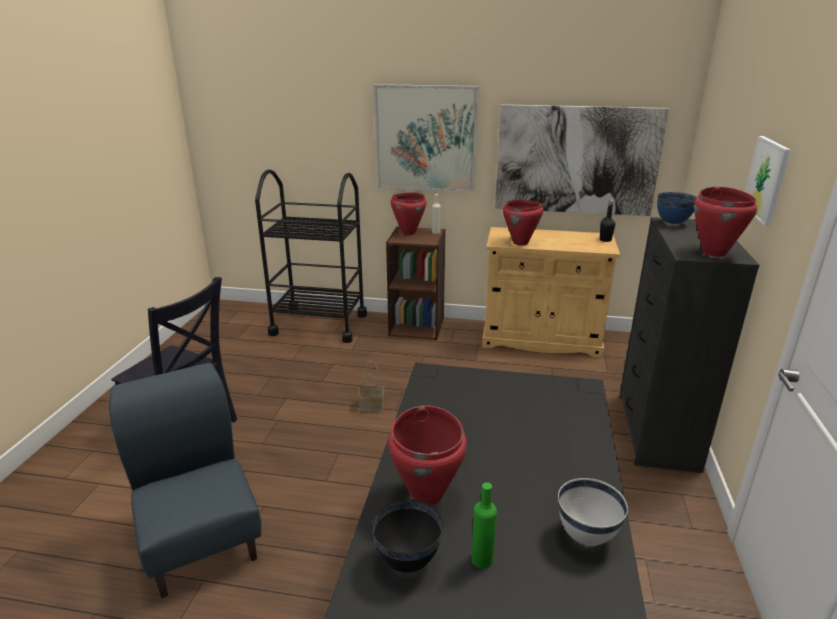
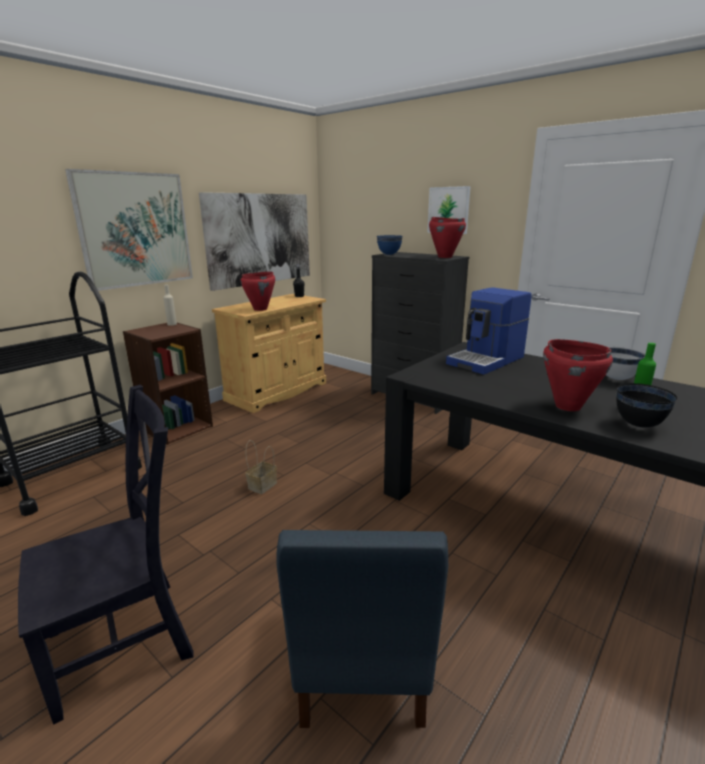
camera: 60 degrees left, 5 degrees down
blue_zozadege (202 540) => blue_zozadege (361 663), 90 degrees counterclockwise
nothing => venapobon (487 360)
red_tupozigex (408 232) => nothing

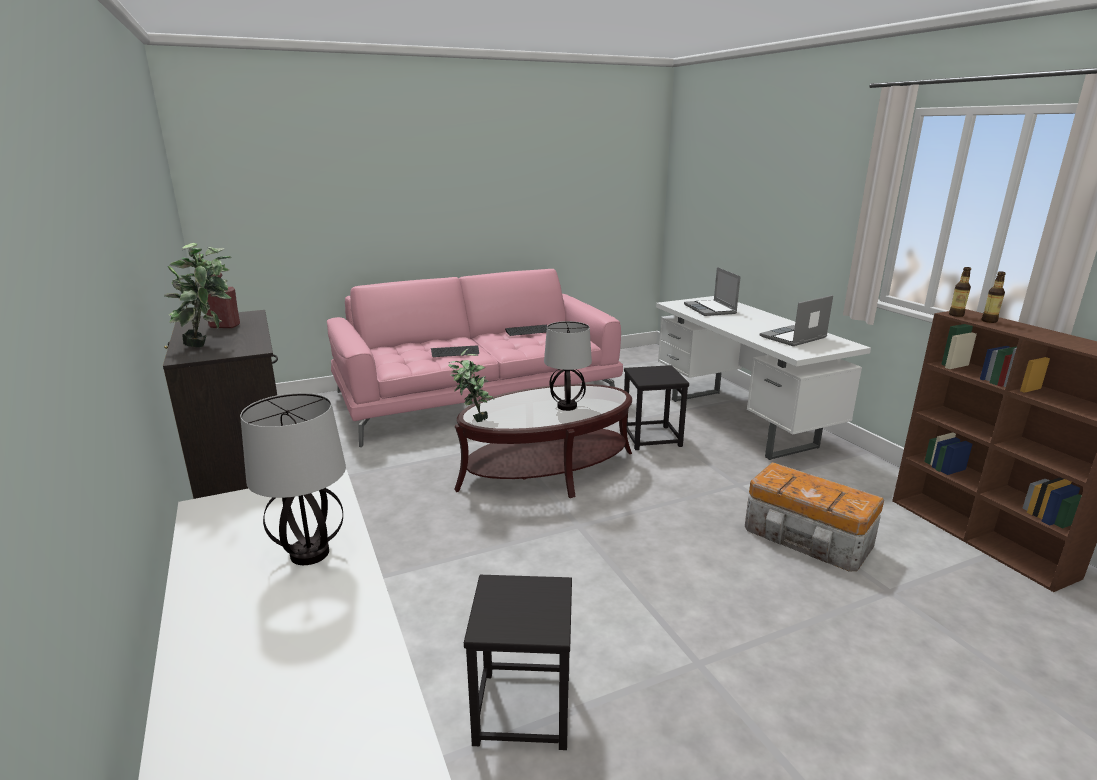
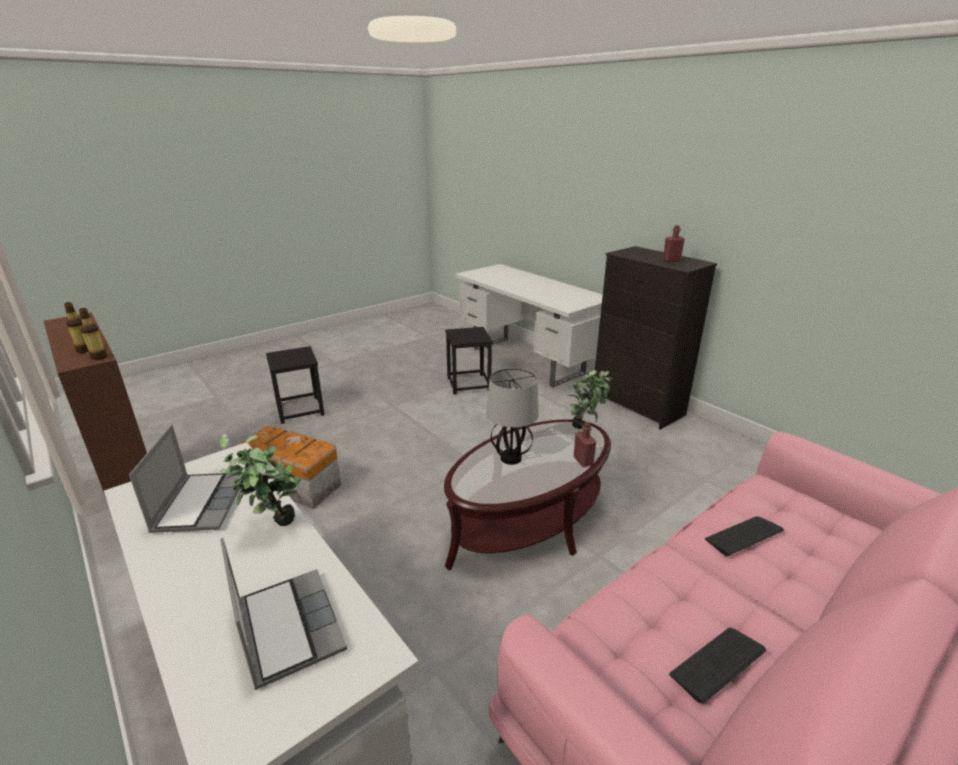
camera: 165 degrees right, 5 degrees up
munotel (793 337) => munotel (200 503), 45 degrees counterclockwise
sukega (210 345) => sukega (272 527), moved
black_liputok (651 437) => black_liputok (300 410), moved
nothing => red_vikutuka (583 461)
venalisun (311 553) => nothing

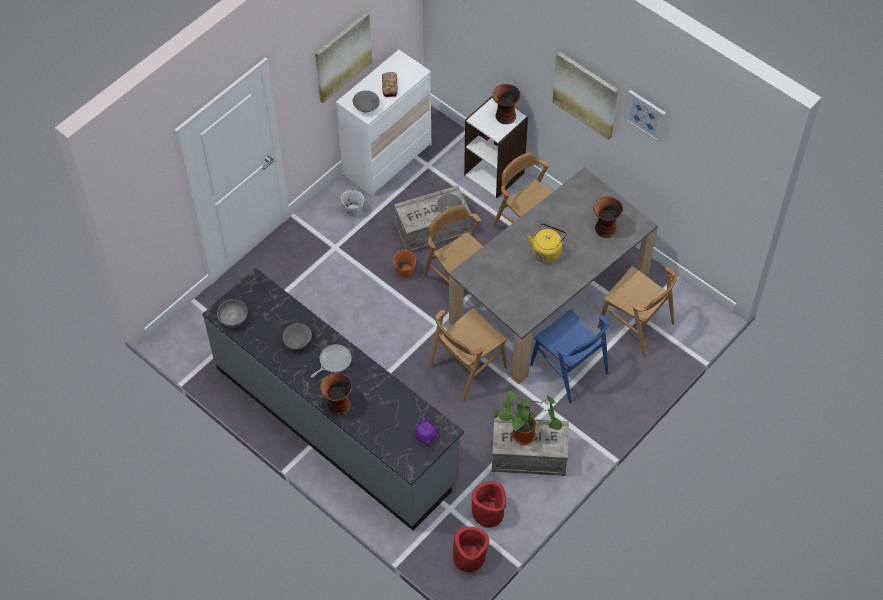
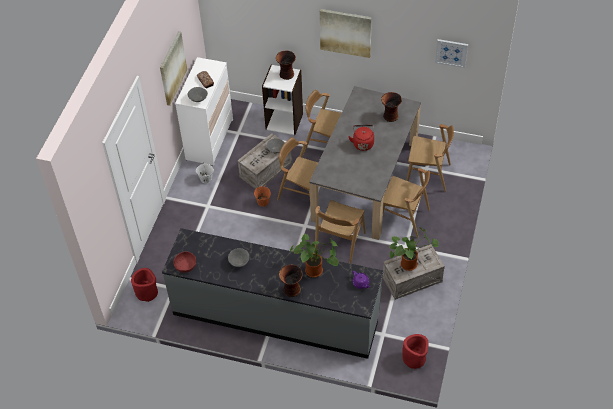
camera: 25 degrees left, 5 degrees down
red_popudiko (489 513) => red_popudiko (147 292), moved
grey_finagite (233 318) => red_finagite (185 266)
nothing => sukega (316 270)
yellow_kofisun (546 251) => red_kofisun (363 143)
blue_zozadege (569 369) => brown_zozadege (404 217)
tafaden (645 115) => tafaden (451 52), moved
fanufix (333 361) => nothing

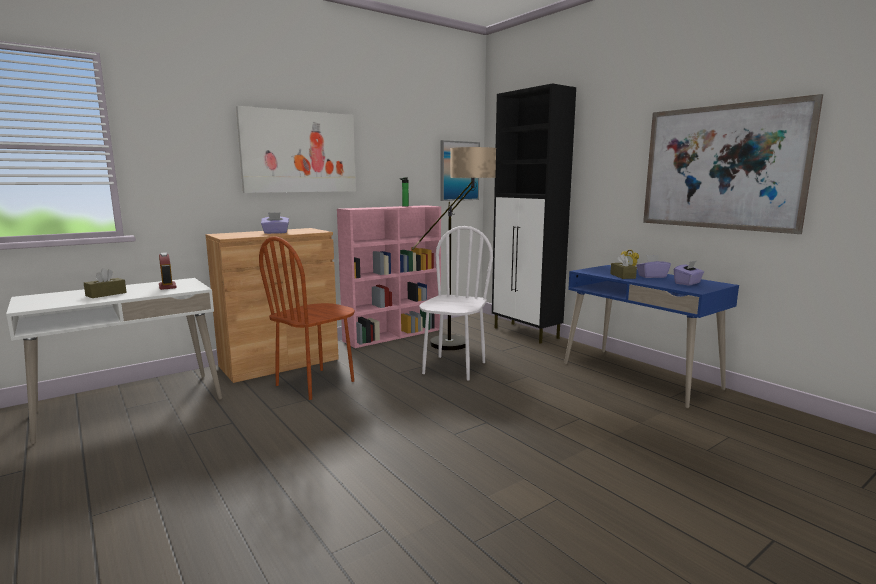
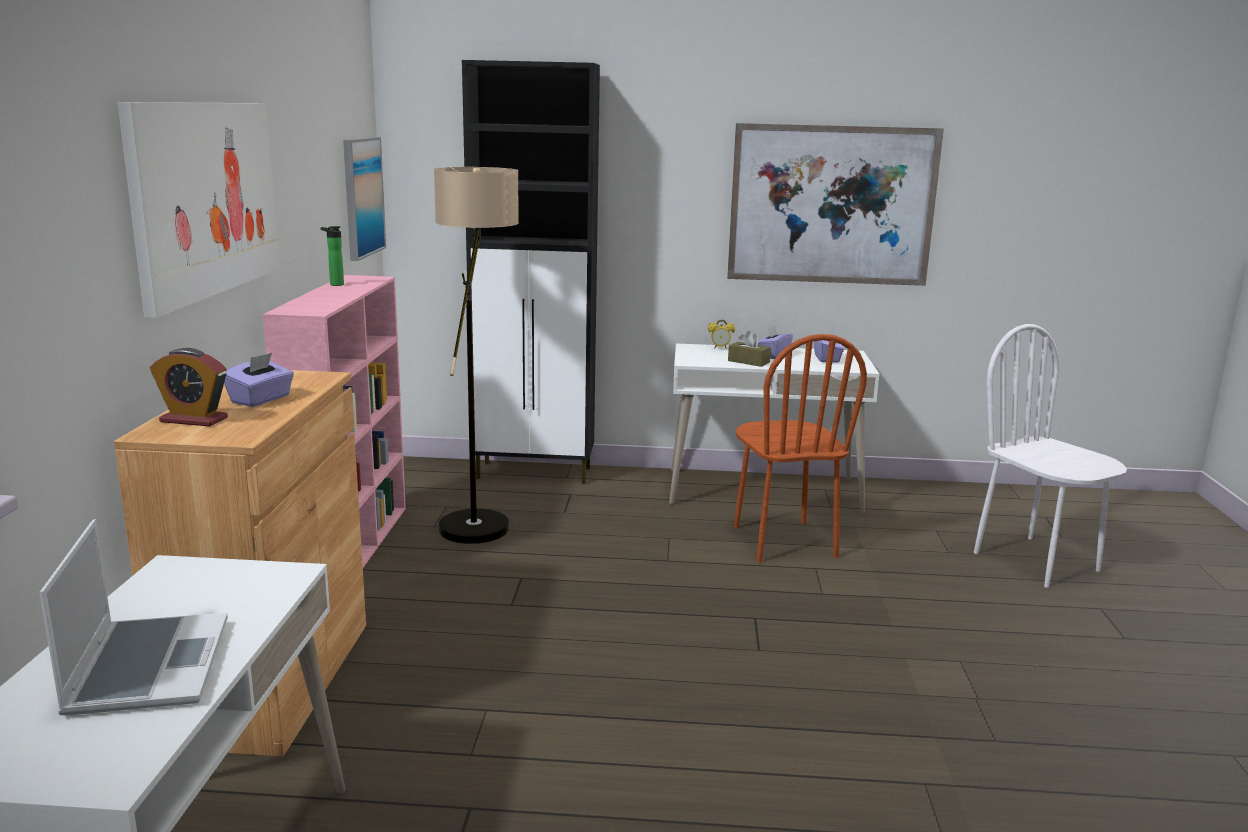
camera: 50 degrees left, 5 degrees up
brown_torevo (106 294) => munotel (147 665)
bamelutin (167 286) => bamelutin (194 420), moved
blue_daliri (639 376) => white_daliri (763 491)
brown_zozadege (315 383) => brown_zozadege (783 542), moved
white_zozadege (453 368) => white_zozadege (1036 561), moved

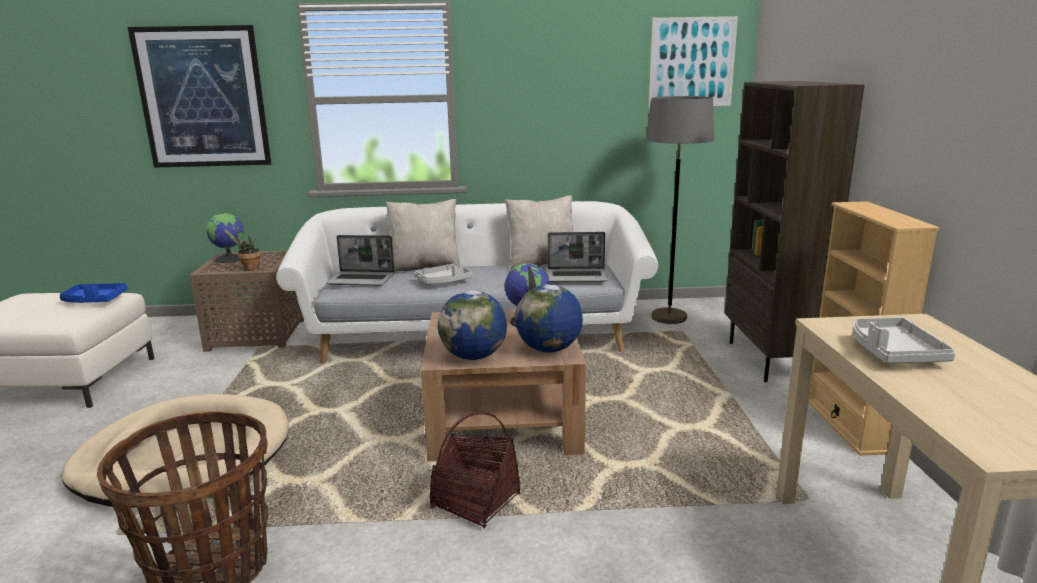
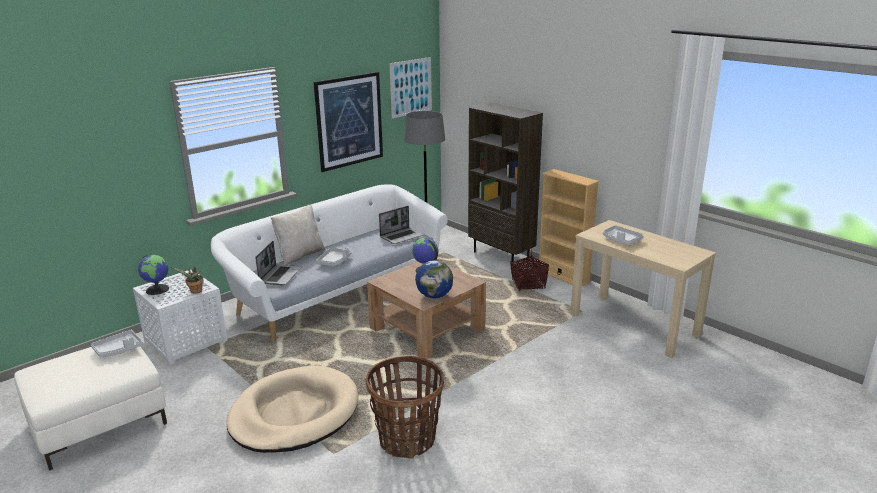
camera: 40 degrees left, 5 degrees up
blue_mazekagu (94 300) => grey_mazekagu (119 349)
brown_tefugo (258 334) => white_tefugo (186 340)
munotel (362 280) => munotel (280 275), 45 degrees counterclockwise
tafaden (203 98) => tafaden (349 121), moved
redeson (476 502) => redeson (528 284), moved
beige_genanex (541 263) => nothing
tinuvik (549 349) => nothing

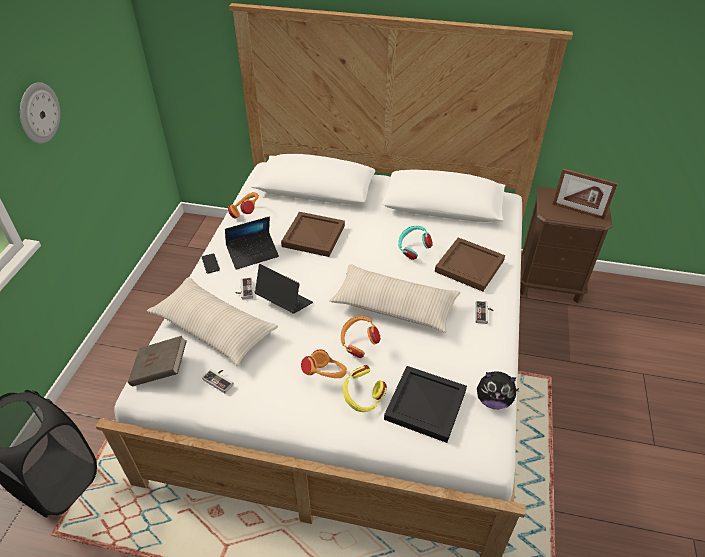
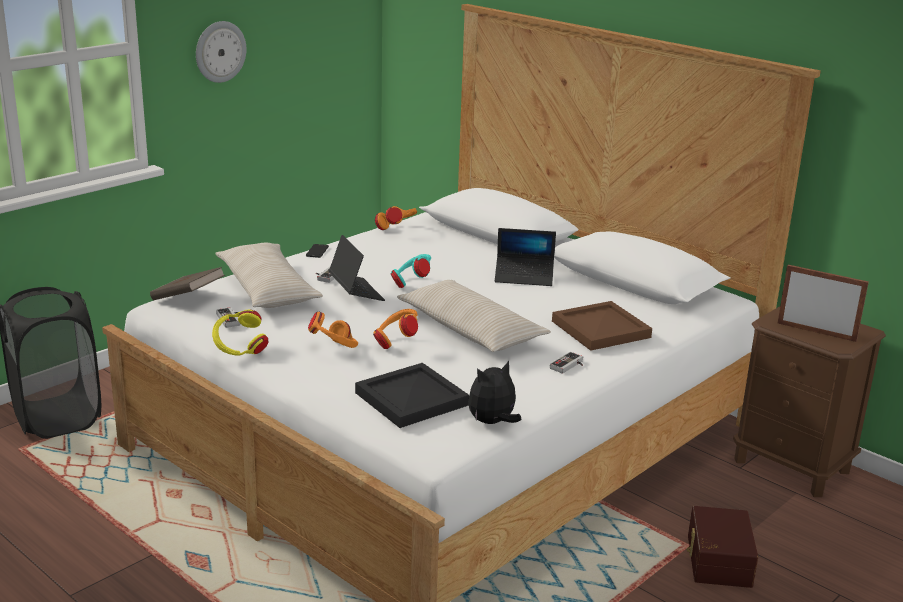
camera: 30 degrees right, 20 degrees down
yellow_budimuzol (362 399) => yellow_budimuzol (240 350), moved
turquoise_budimuzol (413 250) => turquoise_budimuzol (411 283), moved
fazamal (493 400) => fazamal (492 423), 105 degrees clockwise
munotel (253 254) => munotel (524 277), moved
nothing => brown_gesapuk (717 560)
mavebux (578 211) => mavebux (816 331), 150 degrees clockwise
brown_mazekagu (312 236) => nothing

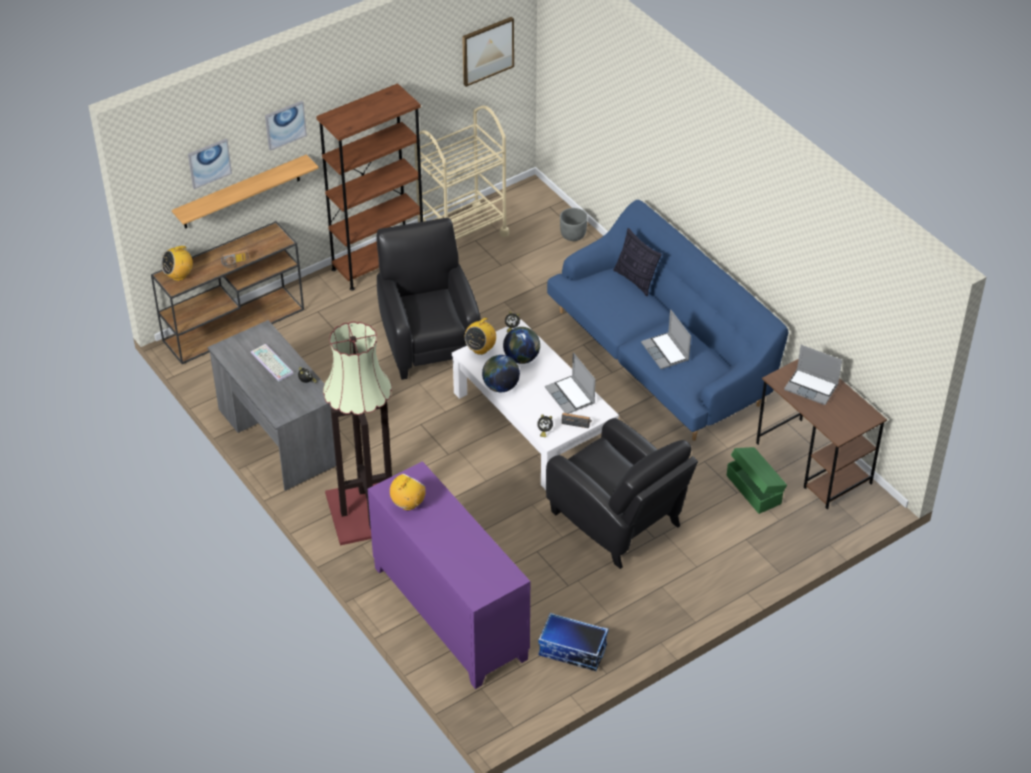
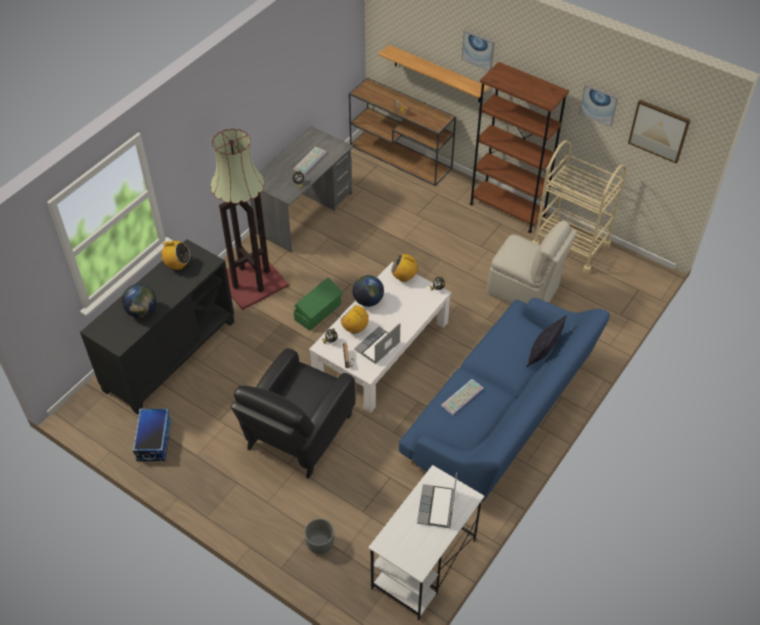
camera: 70 degrees right, 5 degrees up
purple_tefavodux (449 613) => black_tefavodux (170 355)
tinuvik (521 358) => tinuvik (142 311), moved
green_gesapuk (754 489) => green_gesapuk (318 312), moved
grey_popudiko (573 235) => grey_popudiko (320 544), moved
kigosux (179 275) => kigosux (355 328), moved
brown_daliri (814 464) => white_daliri (423 564)
munotel (666 352) => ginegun (462 398)
nothing => beige_zozadege (524 291)
tafaden (209 163) => tafaden (599 105), moved
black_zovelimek (428 339) => nothing

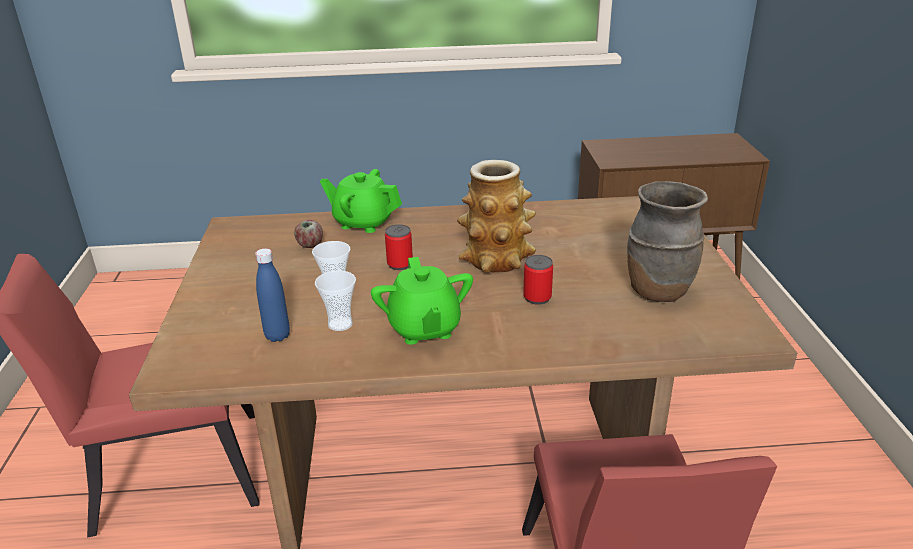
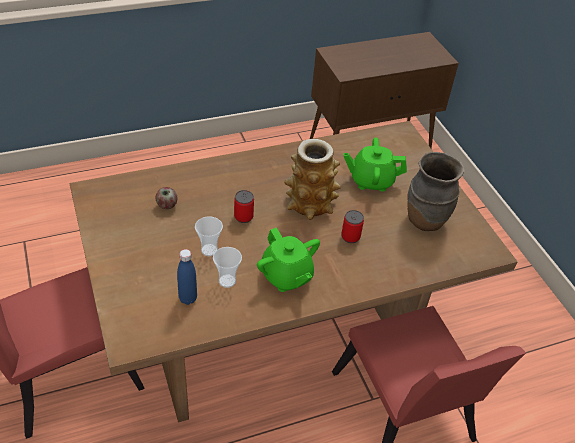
camera: 20 degrees left, 15 degrees up
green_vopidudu (363 222) => green_vopidudu (371 181), moved

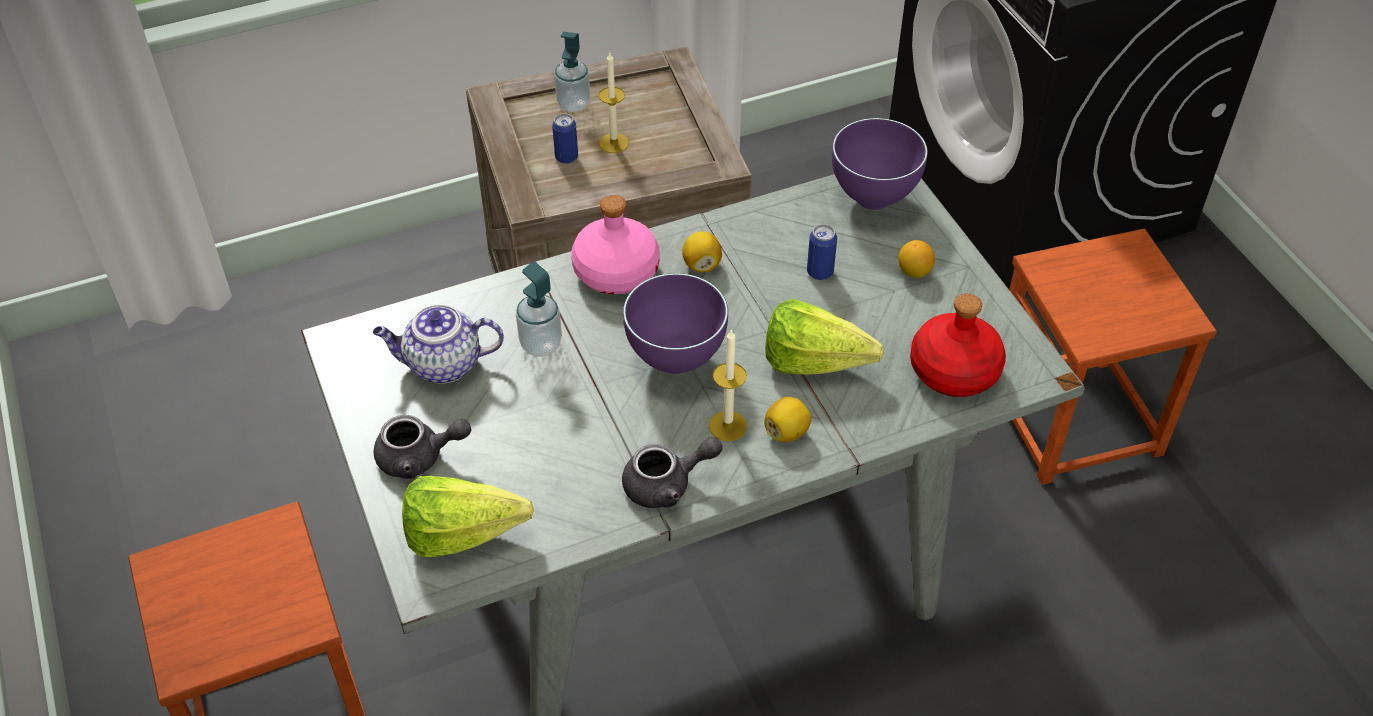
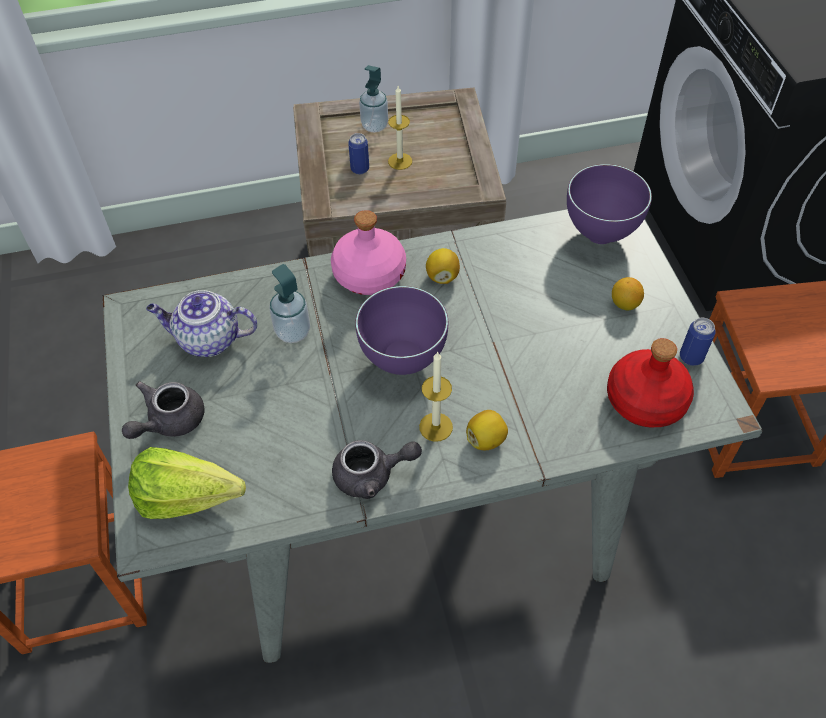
camera: 10 degrees right, 5 degrees up
grey_vopidudu (419 457) => grey_vopidudu (169 421), 120 degrees clockwise
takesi (820 272) => takesi (691 357), moved
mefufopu (822 366) => nothing

